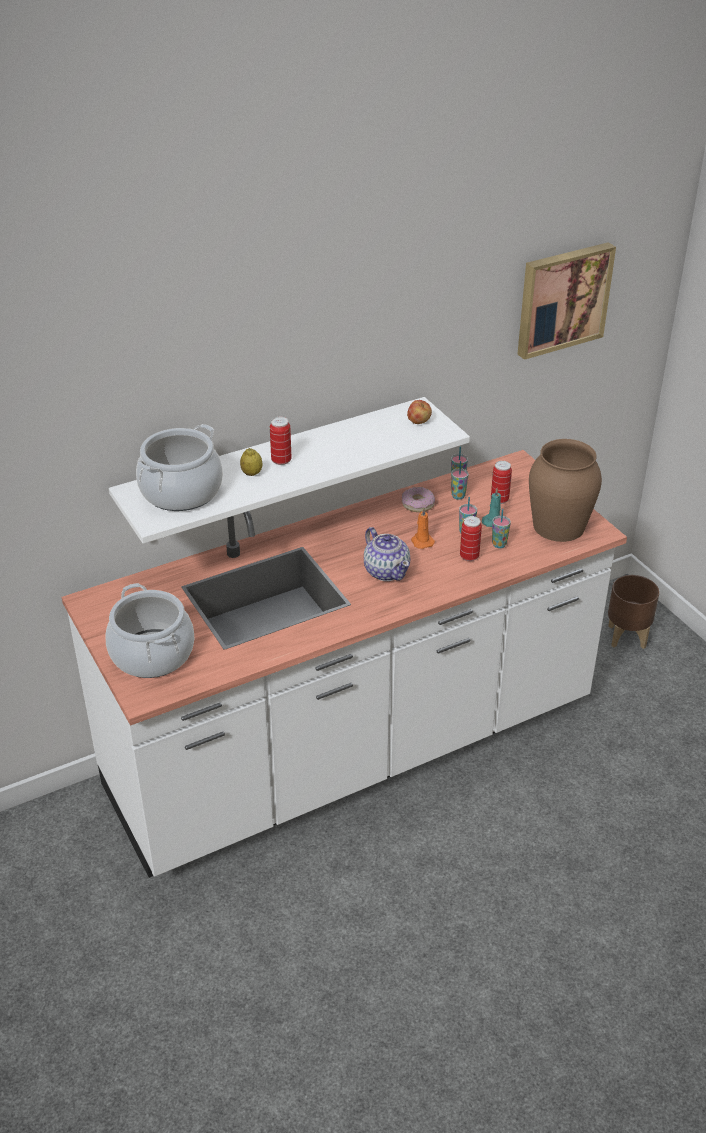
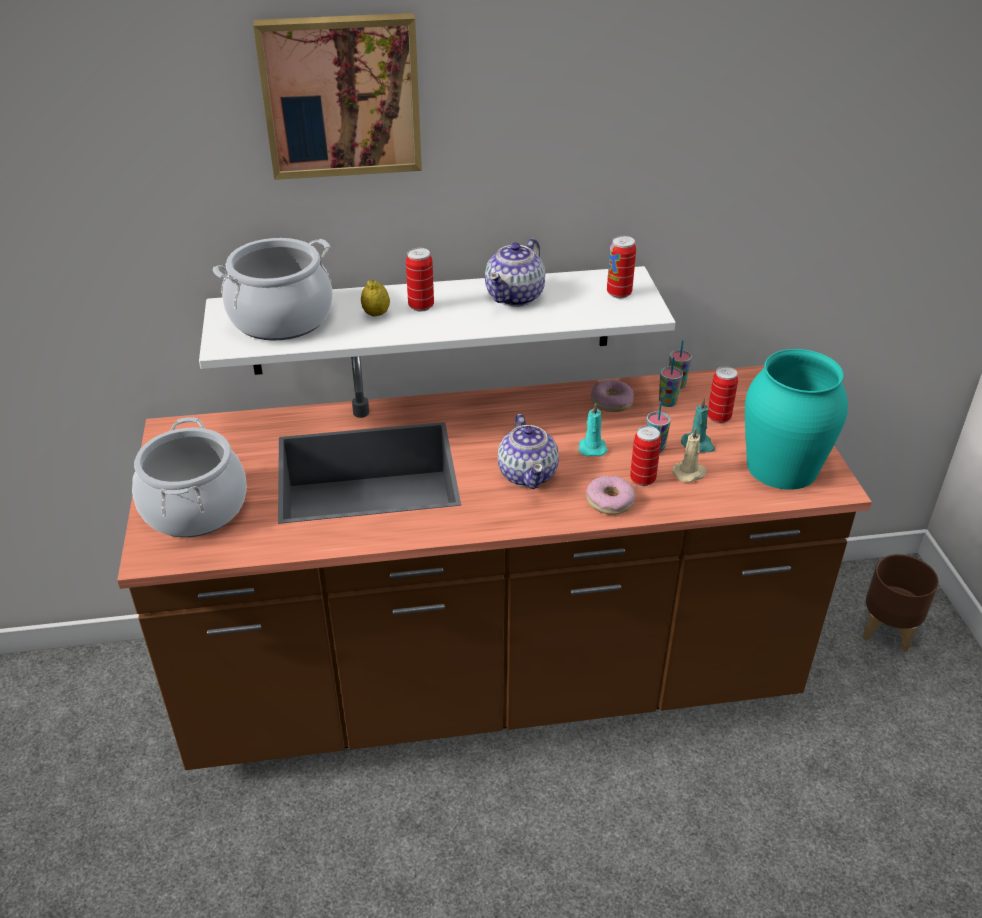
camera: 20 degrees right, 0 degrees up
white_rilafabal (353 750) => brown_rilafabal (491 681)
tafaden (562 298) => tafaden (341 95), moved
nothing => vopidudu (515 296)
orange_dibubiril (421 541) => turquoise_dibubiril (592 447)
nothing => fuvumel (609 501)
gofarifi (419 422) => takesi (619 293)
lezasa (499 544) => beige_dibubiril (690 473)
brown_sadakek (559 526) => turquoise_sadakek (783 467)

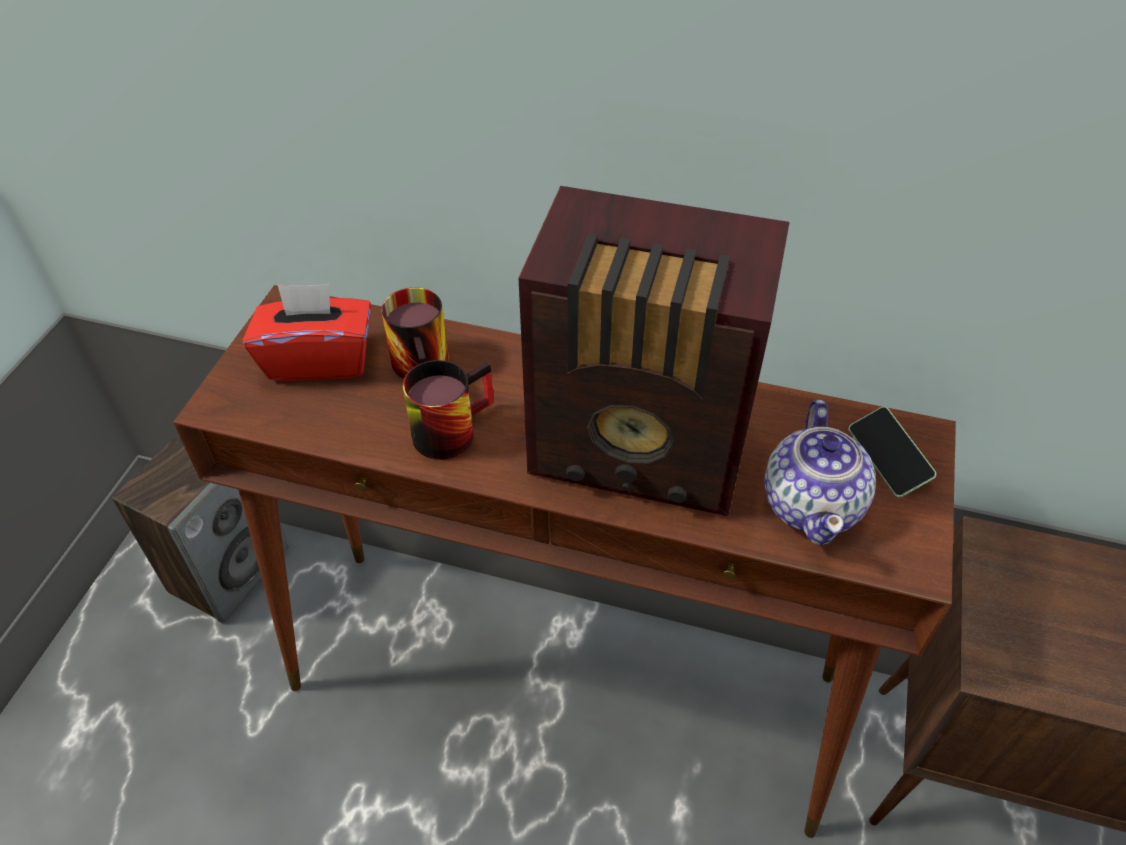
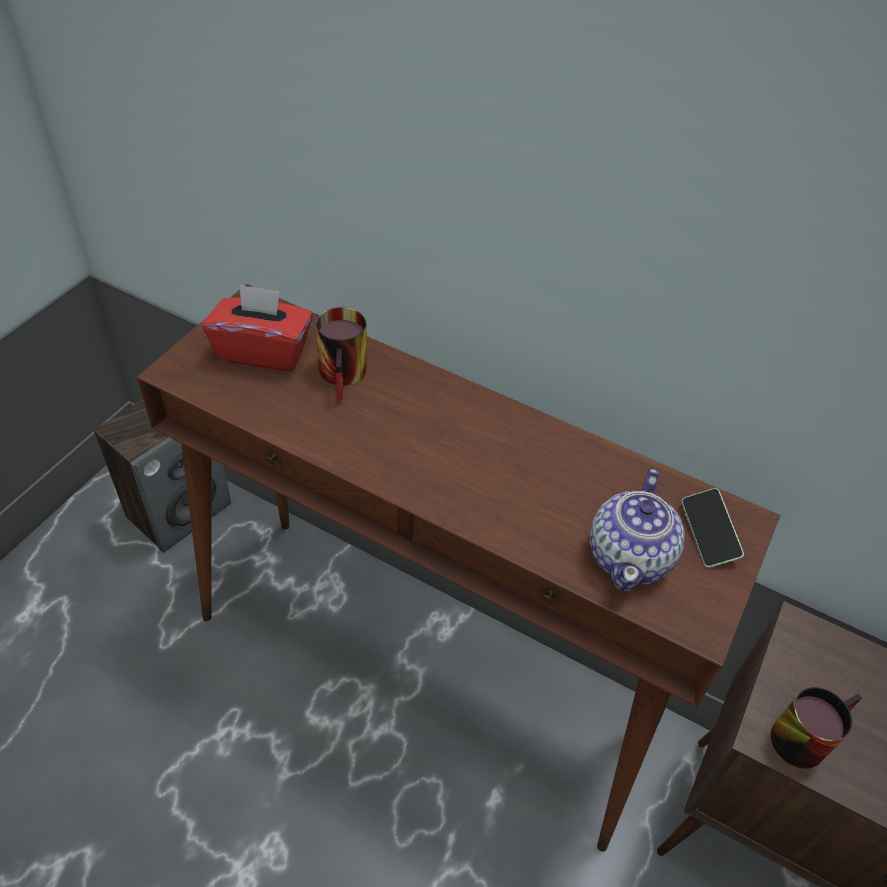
camera: 10 degrees right, 0 degrees up
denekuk (449 426) => denekuk (802 733), moved
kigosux (643 452) => nothing

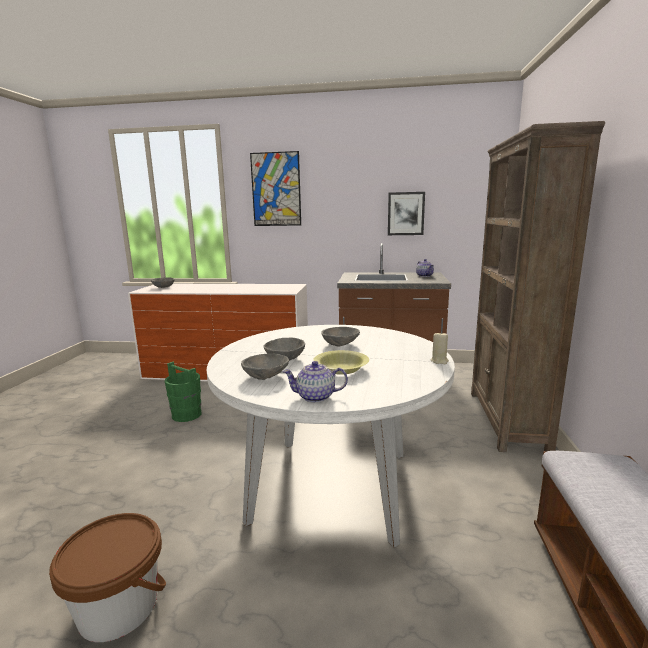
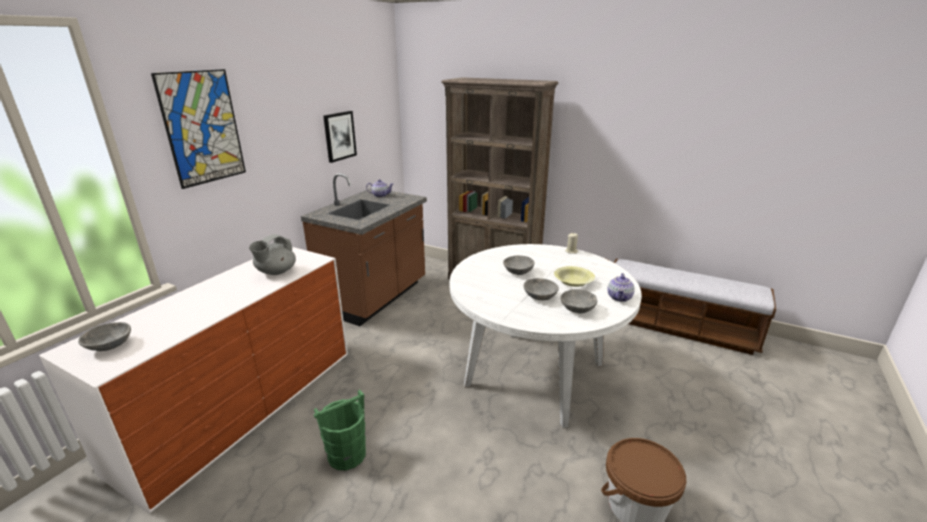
camera: 70 degrees left, 10 degrees up
nothing => grey_vopidudu (276 272)

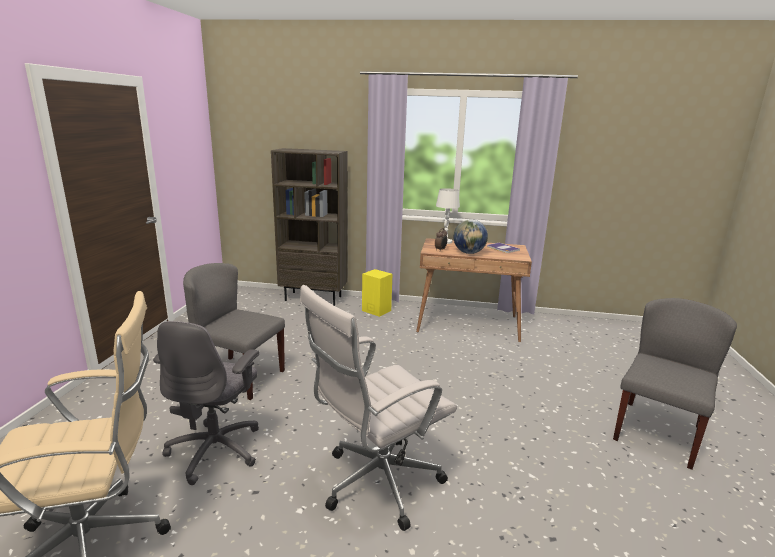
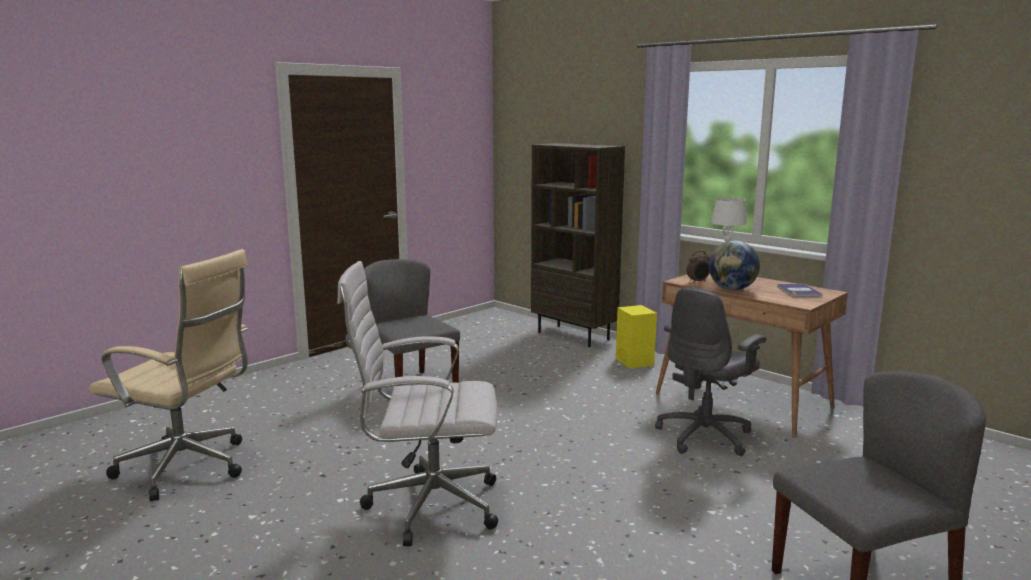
camera: 35 degrees right, 5 degrees down
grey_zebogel (216 449) => grey_zebogel (705 436), moved

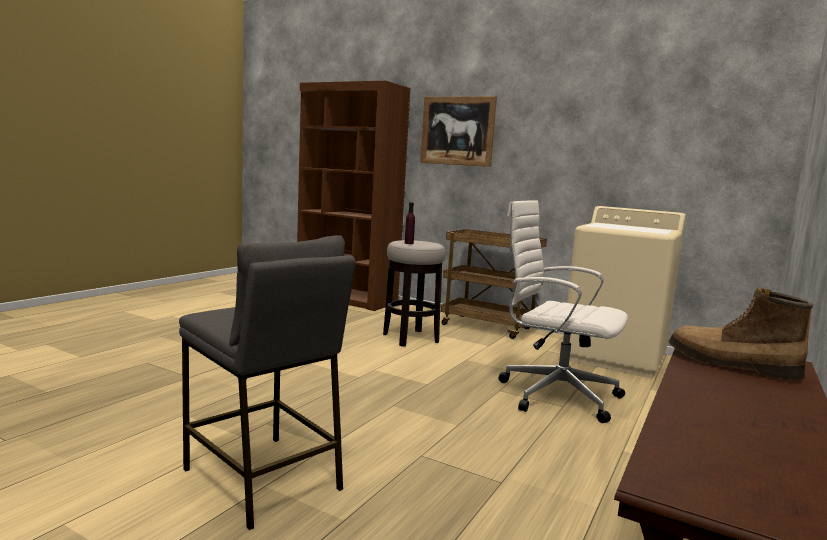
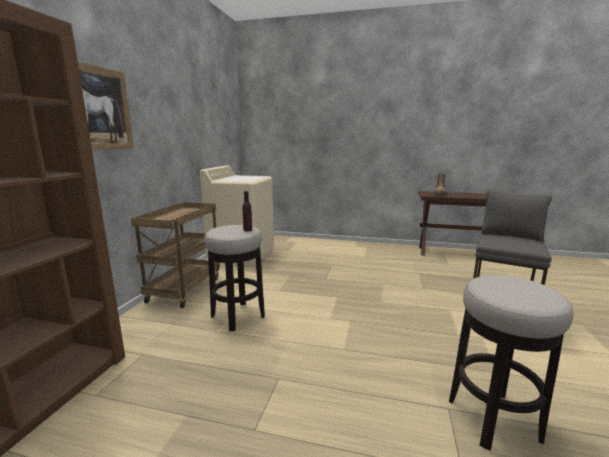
camera: 105 degrees left, 5 degrees up
nothing => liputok (493 419)
white_zebogel (555 394) => nothing

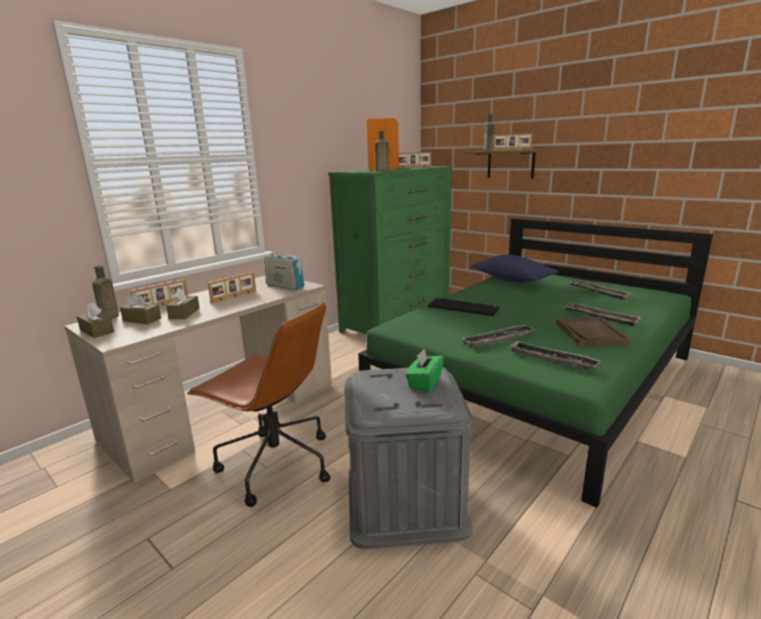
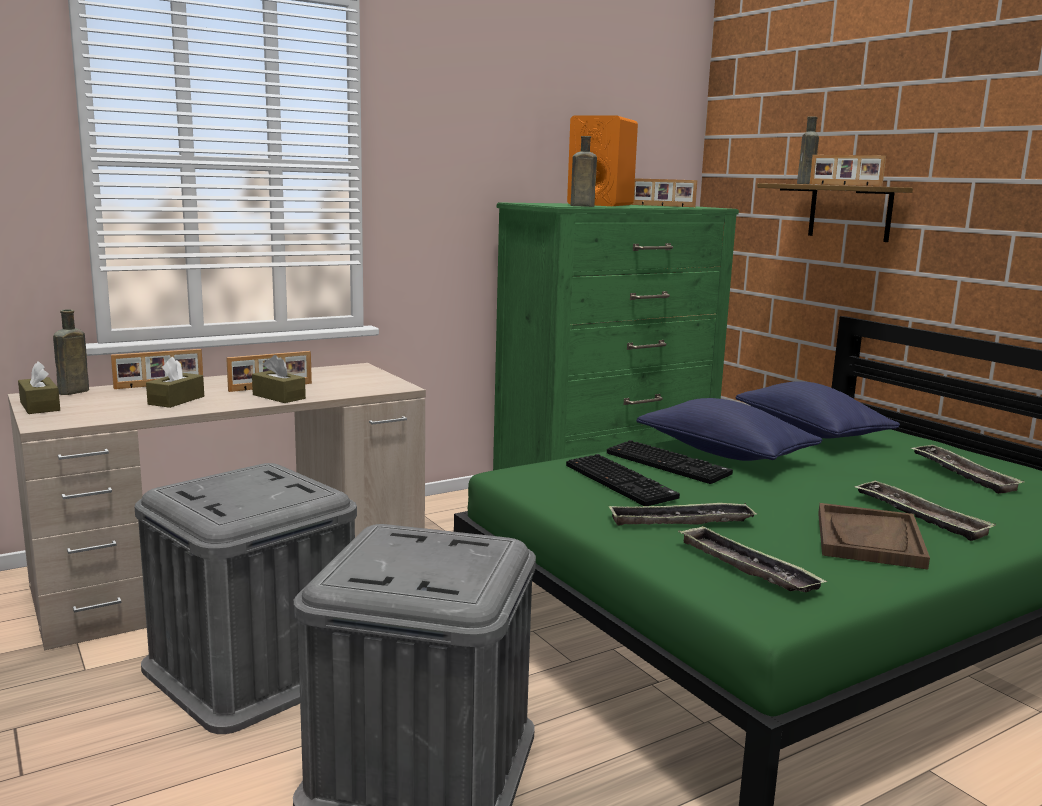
camera: 15 degrees right, 5 degrees down
brown_zebogel (274 464) => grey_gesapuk (254 668)
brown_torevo (142 320) => brown_torevo (279 396), moved
nothing => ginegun (622 482)
nothing => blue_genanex (724 453)
kigosux (285 286) => nothing
green_torevo (424 382) => nothing

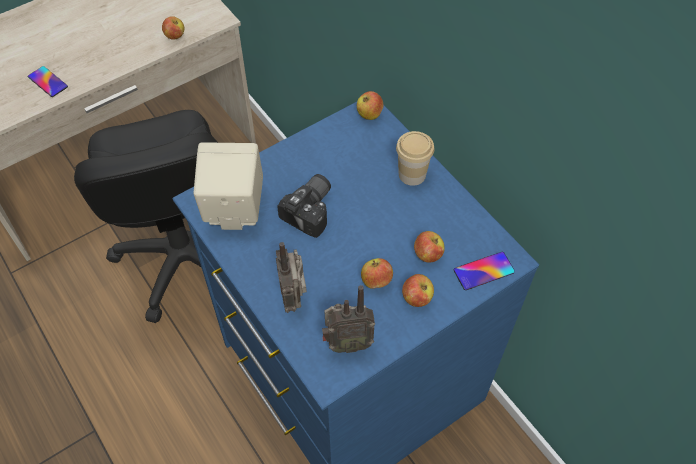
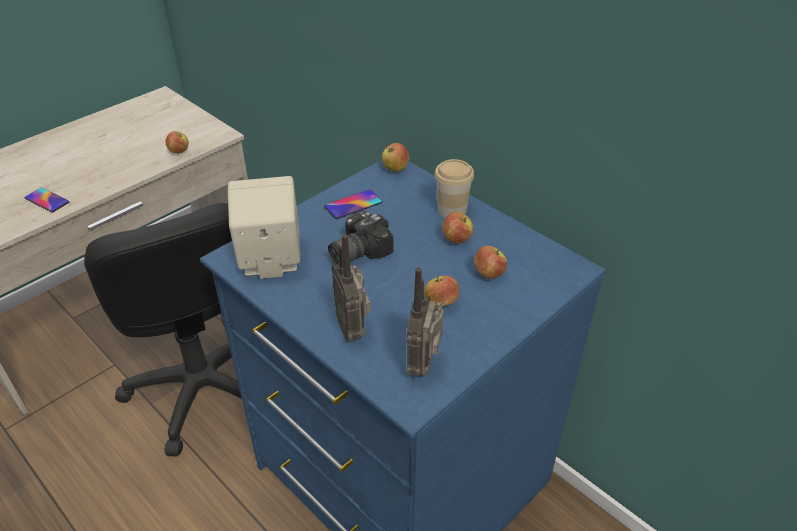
camera: 10 degrees left, 15 degrees down
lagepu (484 271) => lagepu (353 205), moved
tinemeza (312 211) => tinemeza (356 251), 150 degrees counterclockwise
kigosux (347 343) => kigosux (424 365), 120 degrees clockwise
gofarifi (417 298) => gofarifi (456 239), moved

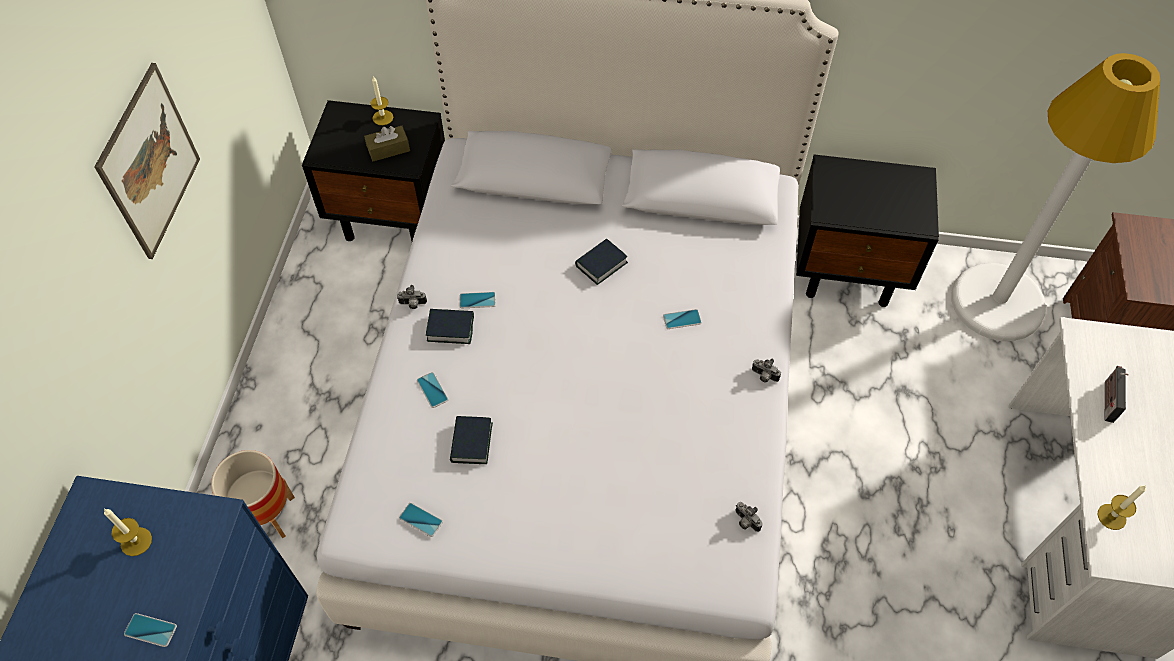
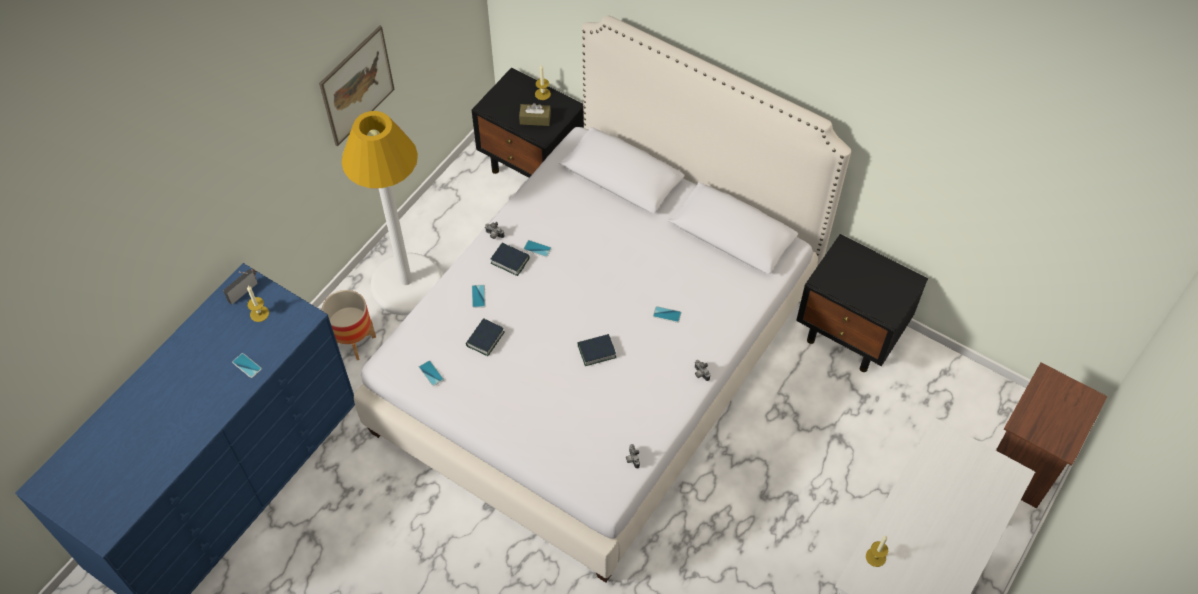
camera: 25 degrees right, 0 degrees up
kigosux (1108 399) => kigosux (243 291), moved
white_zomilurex (996 303) => white_zomilurex (406 285), moved
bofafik (601 264) => bofafik (596 351), moved

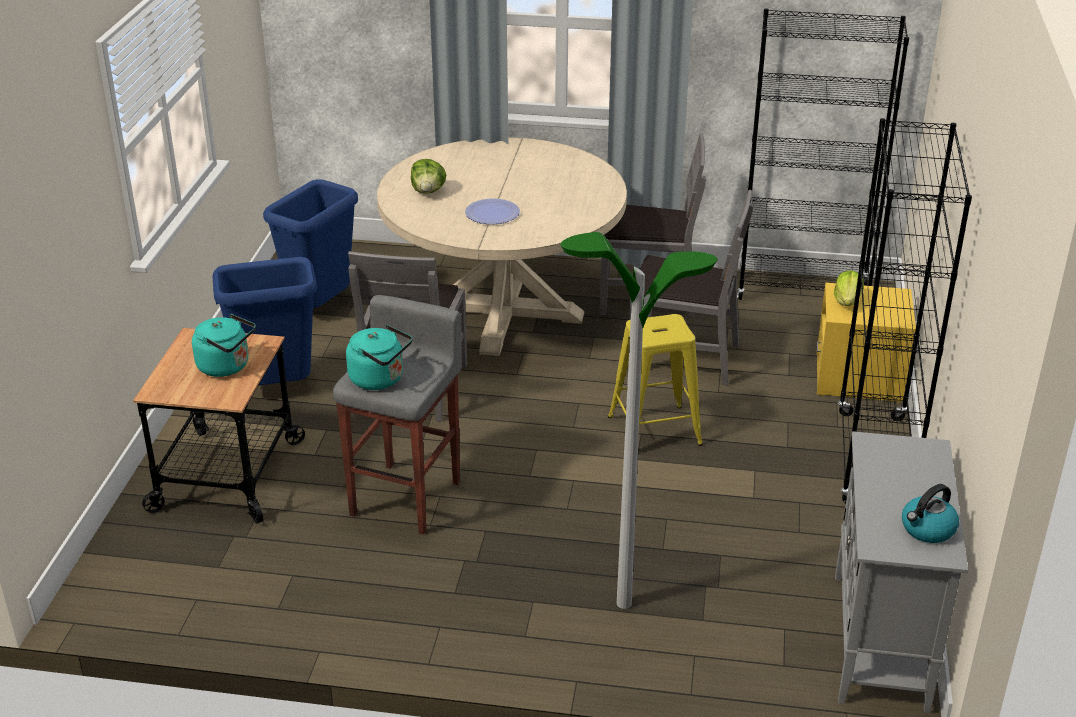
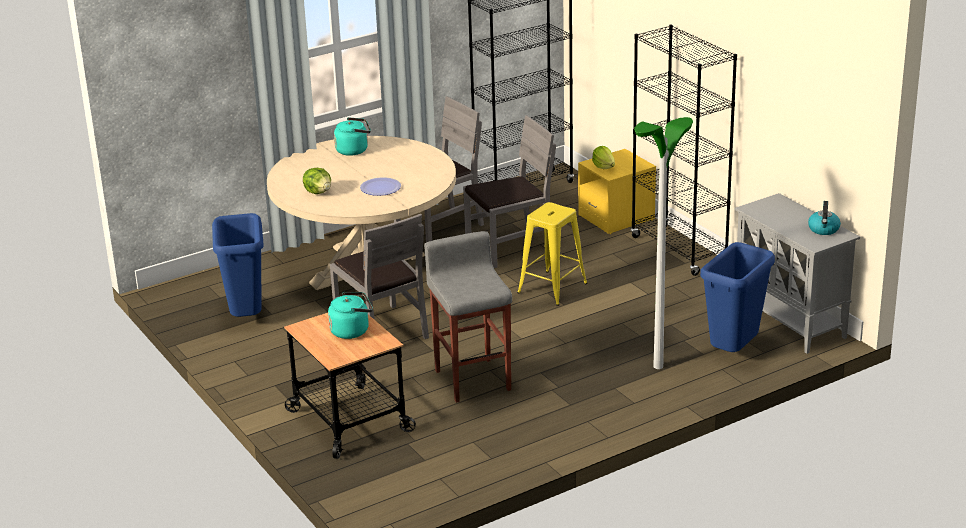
camera: 40 degrees left, 5 degrees down
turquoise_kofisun (380 379) => turquoise_kofisun (354 150), moved
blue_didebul (277 390) => blue_didebul (734 353), moved

